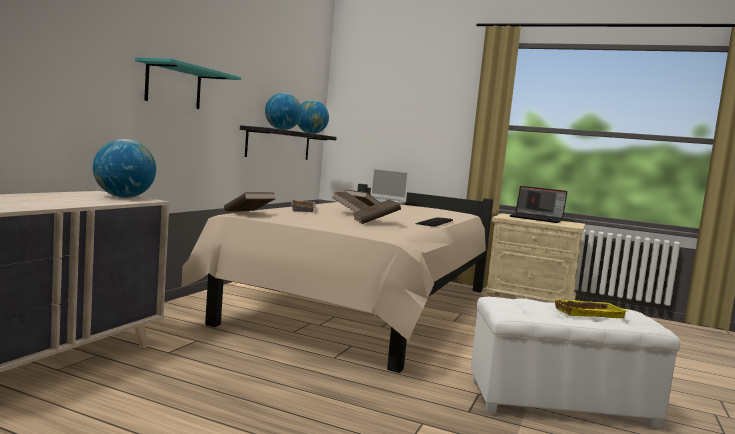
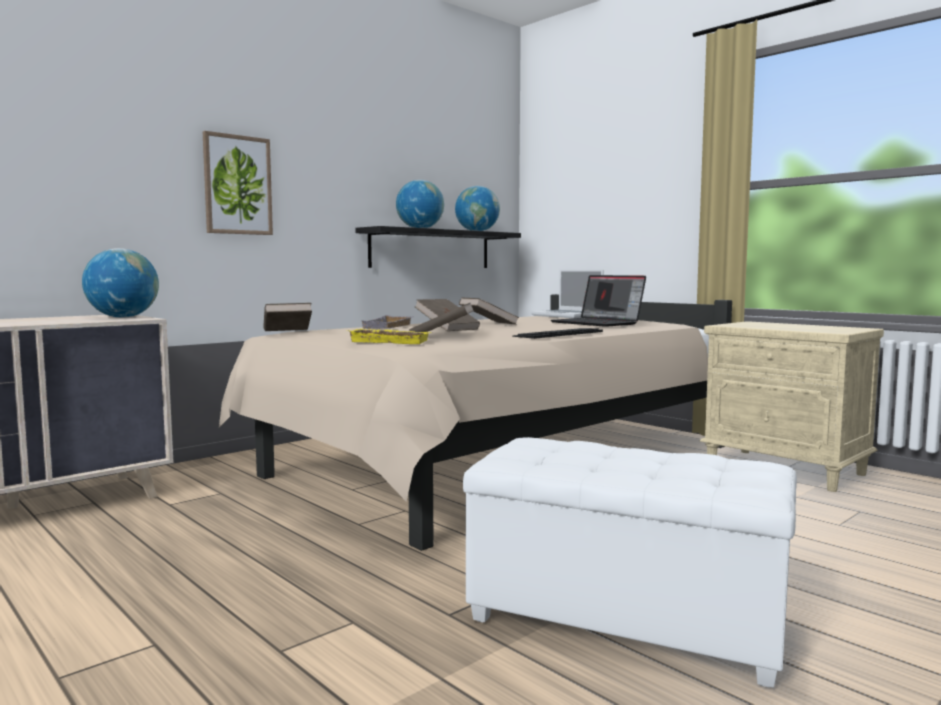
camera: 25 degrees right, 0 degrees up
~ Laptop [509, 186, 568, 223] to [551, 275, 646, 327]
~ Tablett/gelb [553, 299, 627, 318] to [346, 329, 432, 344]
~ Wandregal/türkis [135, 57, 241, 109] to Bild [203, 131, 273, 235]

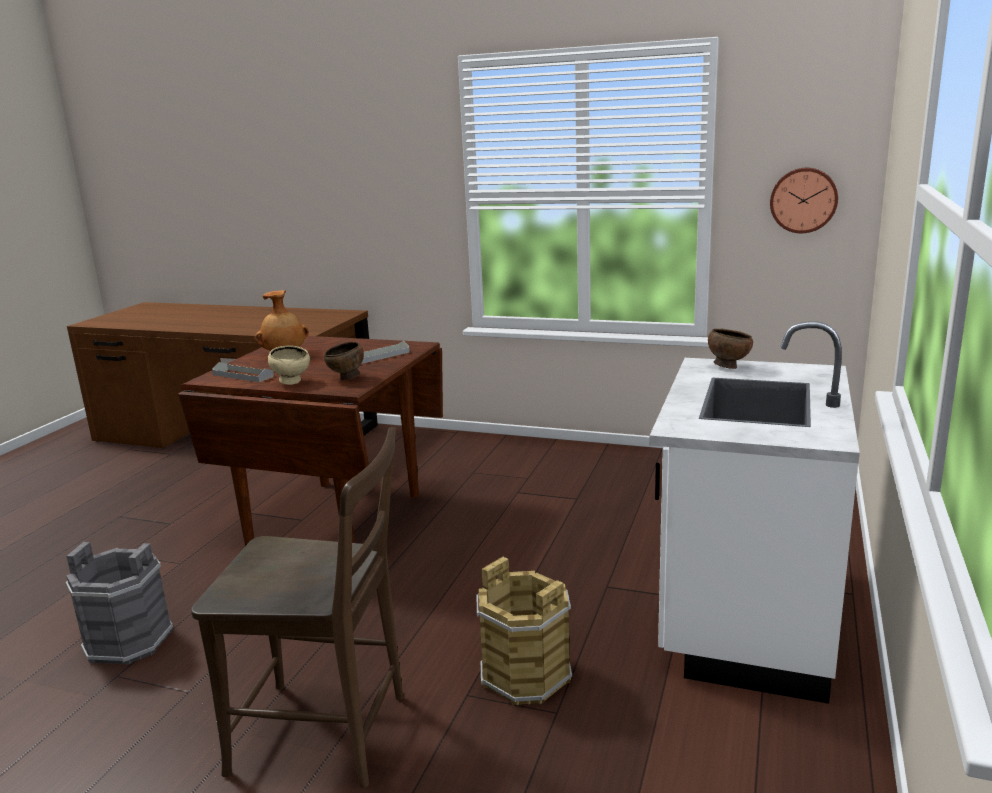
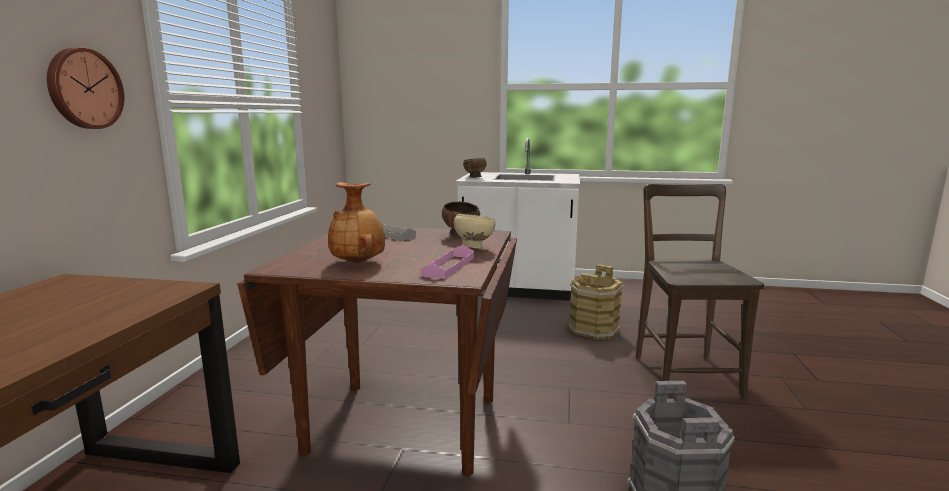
camera: 100 degrees left, 5 degrees down
~ Wanduhr [770, 168, 838, 233] to [47, 47, 124, 129]
~ Tablett/grau [212, 362, 274, 382] to Tablett/rosa [421, 245, 474, 279]

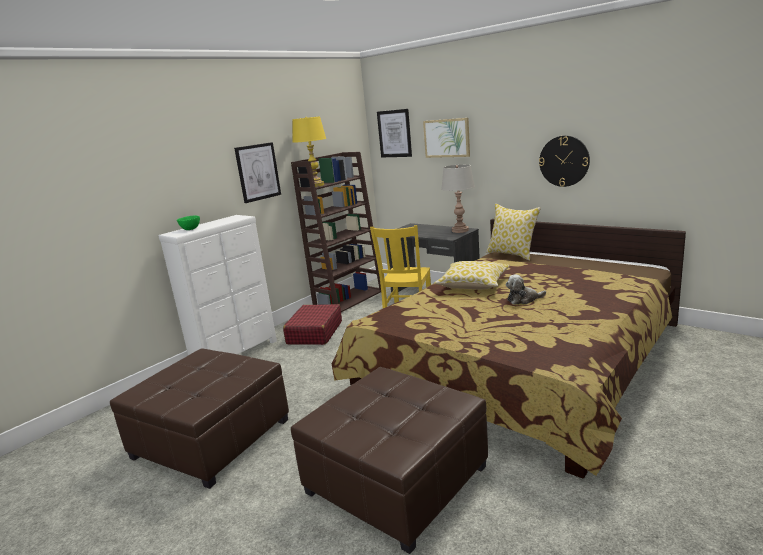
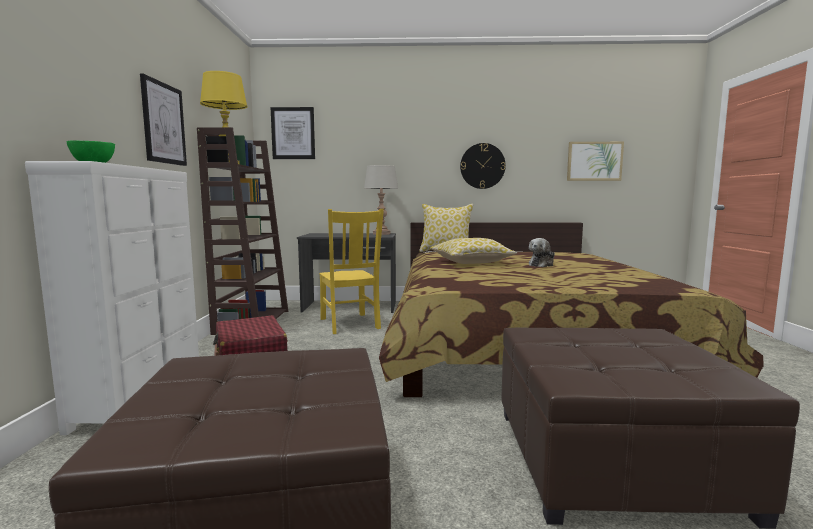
camera: 40 degrees left, 10 degrees down
~ Bild [423, 118, 470, 158] to [567, 142, 624, 181]

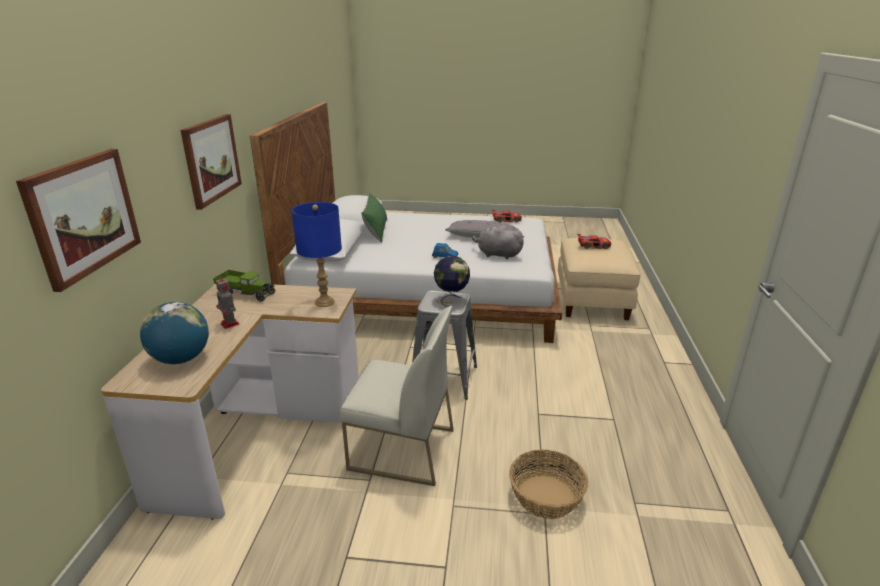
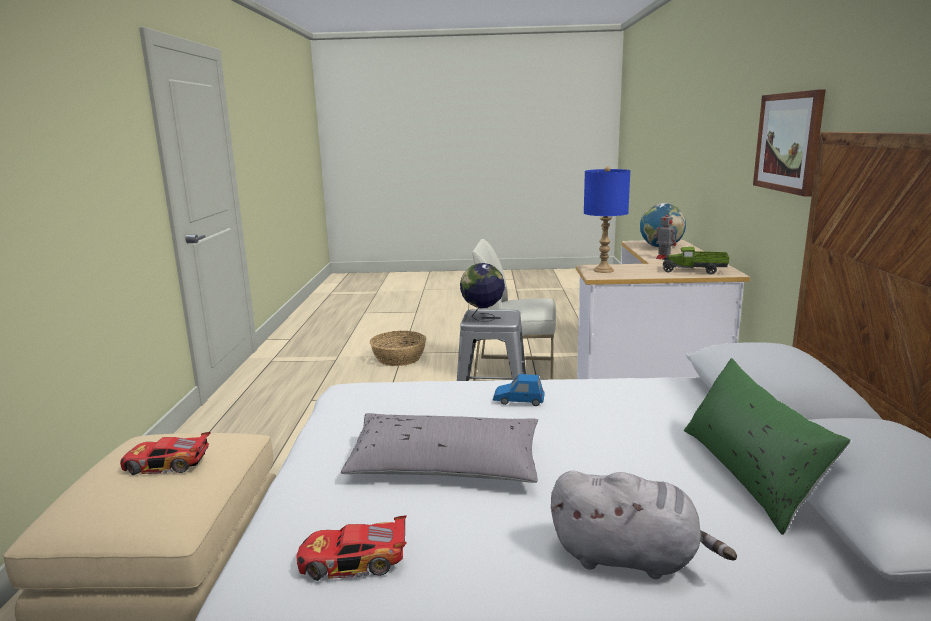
camera: 175 degrees right, 10 degrees down
- Bild [16, 149, 141, 292]
~ Plüschtier/grau [472, 225, 524, 259] to [551, 471, 737, 579]

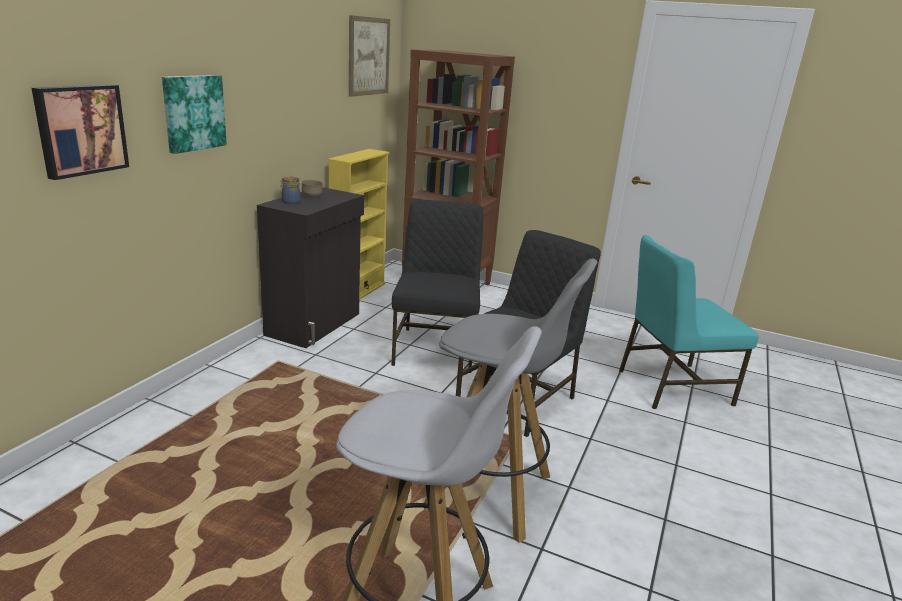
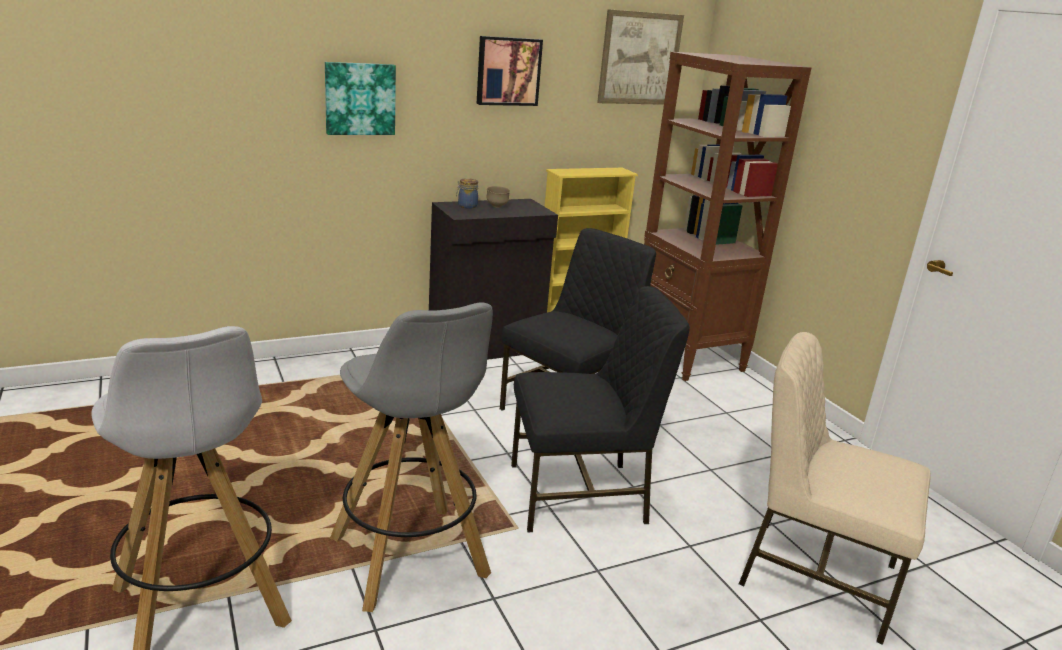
camera: 40 degrees right, 0 degrees up
~ Bild [32, 84, 129, 180] to [477, 36, 543, 106]
~ Stuhl/türkis [619, 235, 759, 409] to Stuhl/beige [739, 332, 930, 645]

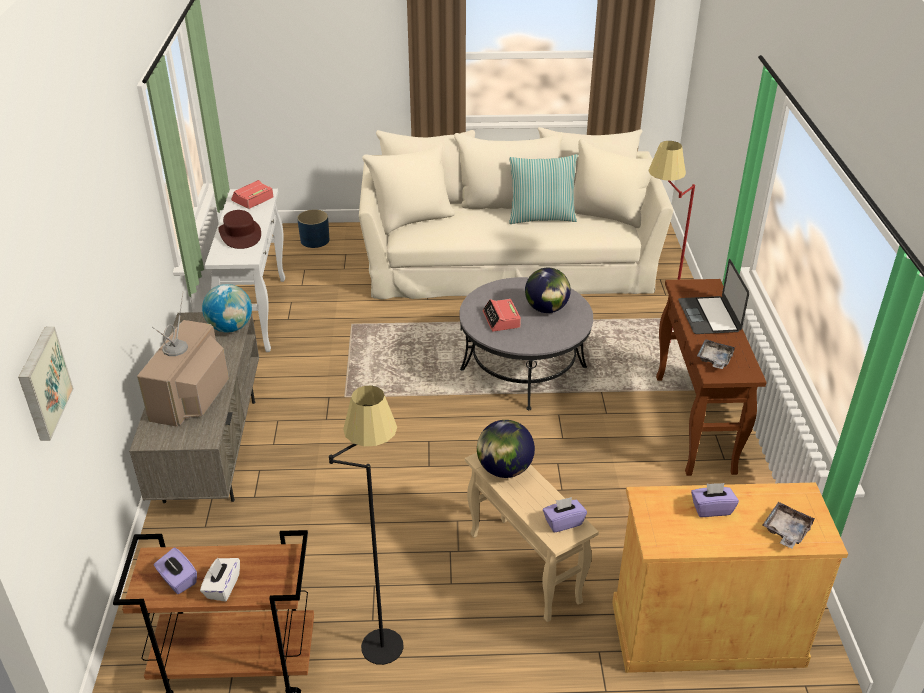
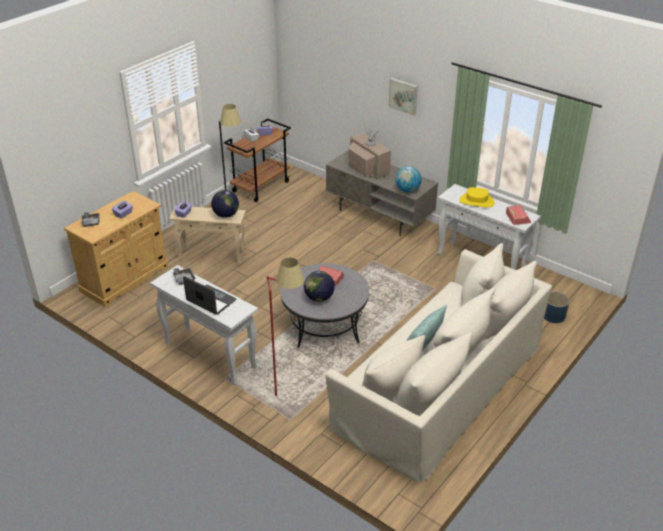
camera: 130 degrees right, 0 degrees up
~ Bild [18, 327, 74, 441] to [388, 78, 418, 116]
~ Hut/braun [218, 210, 261, 249] to Hut/gelb [459, 187, 495, 208]
~ Konsolentisch/braun [656, 279, 767, 476] to Konsolentisch/weiß [150, 265, 258, 385]

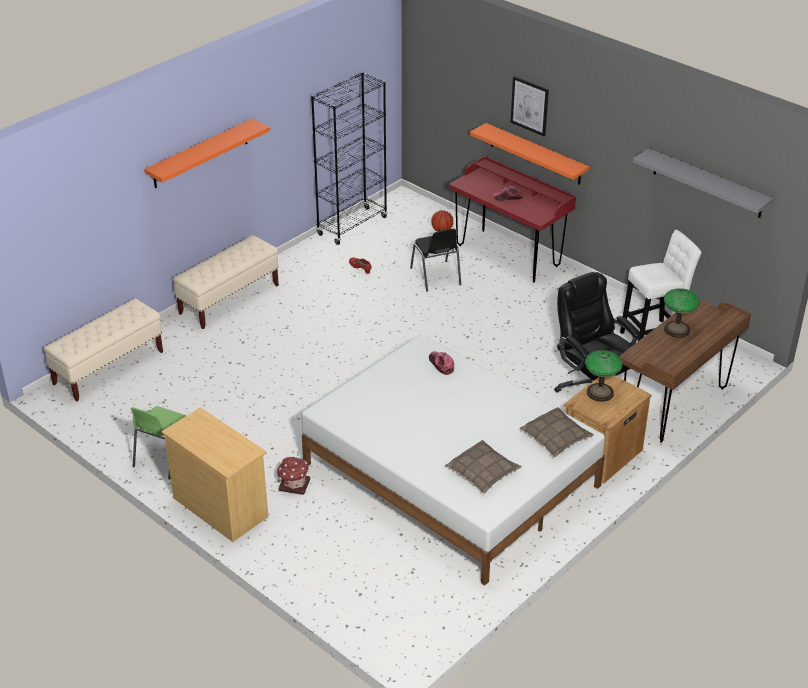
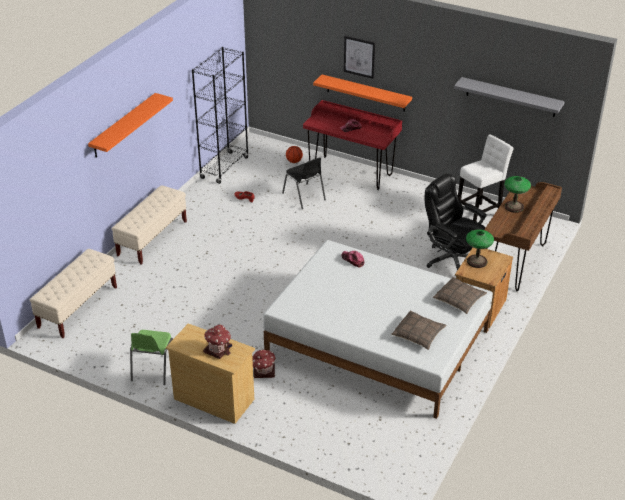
camera: 15 degrees left, 0 degrees up
+ Spielzeughaus [203, 325, 232, 359]

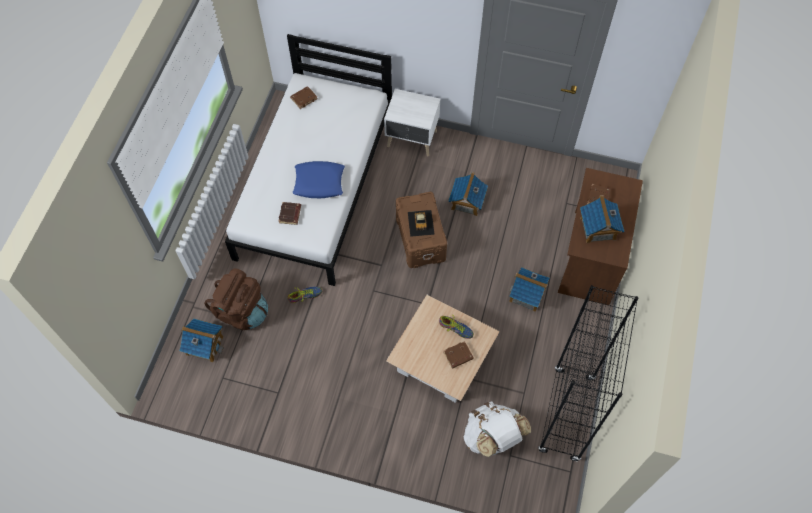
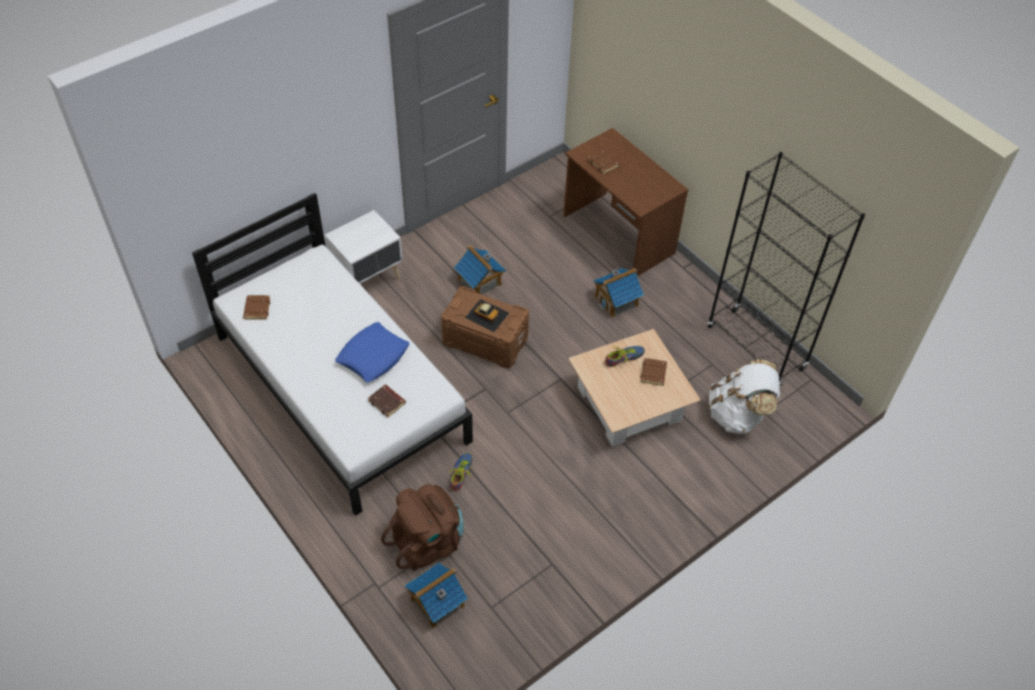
camera: 55 degrees left, 10 degrees down
- Spielzeughaus [580, 195, 625, 243]

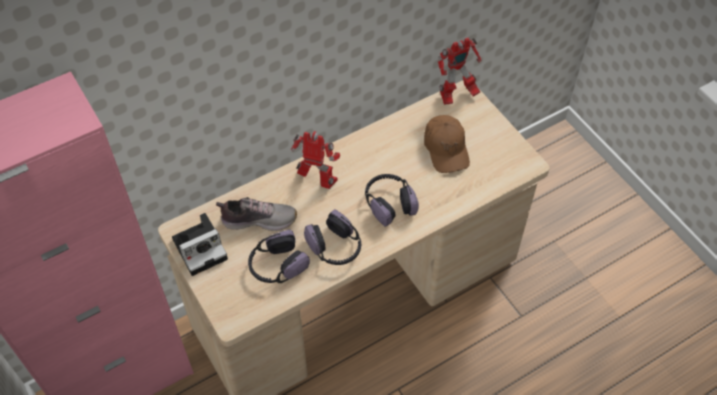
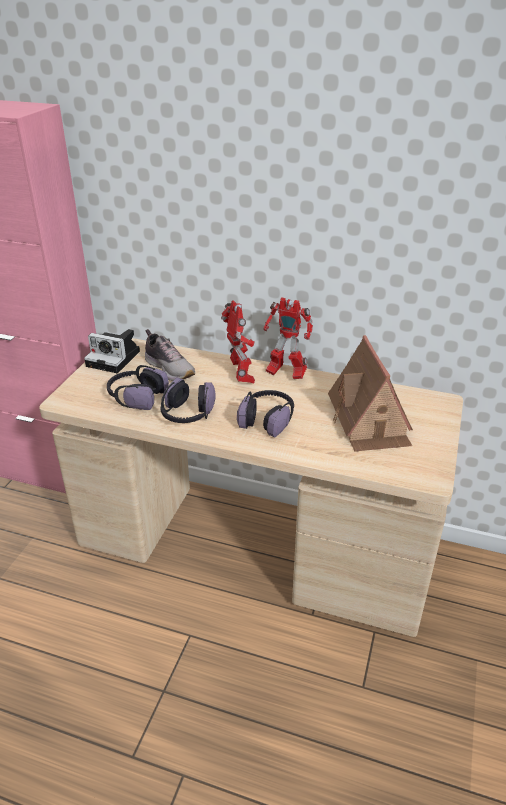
camera: 50 degrees right, 20 degrees down
~ Spielzeugroboter [438, 37, 482, 105] to [263, 297, 313, 379]
~ Kappe/braun [424, 115, 470, 173] to Spielzeughaus [328, 335, 413, 452]

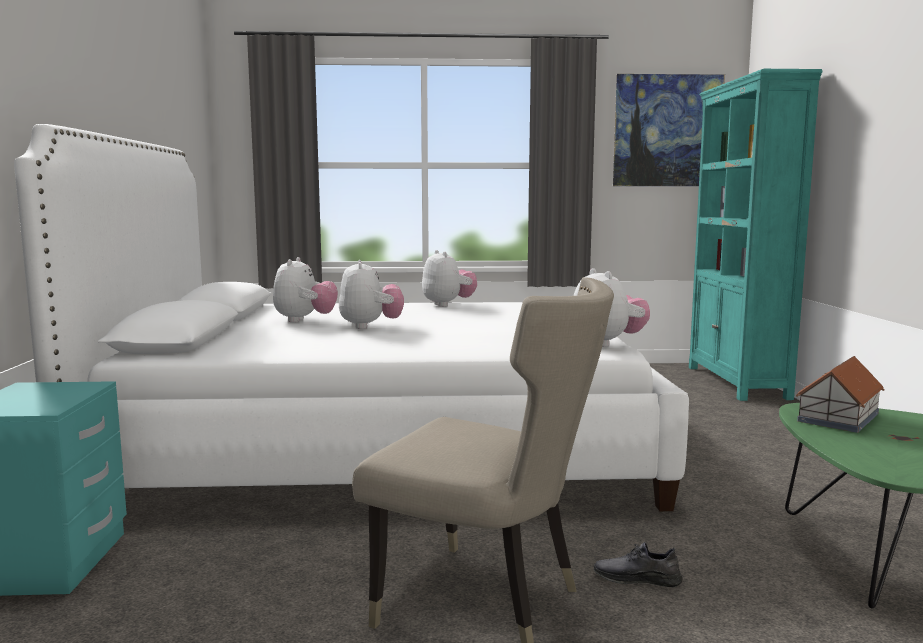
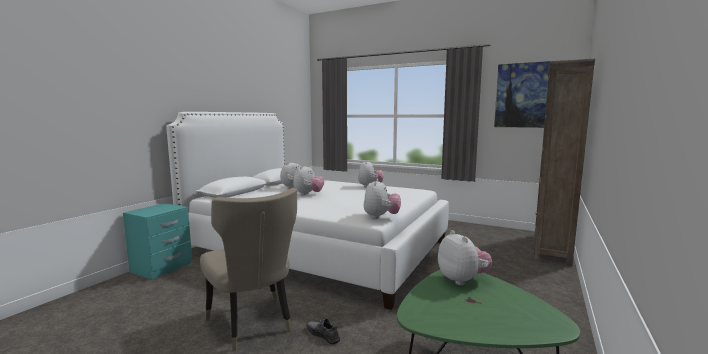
camera: 30 degrees right, 0 degrees up
~ Spielzeughaus [796, 356, 884, 433] to Plüschtier [438, 230, 492, 285]
~ Bücherregal/türkis [689, 69, 823, 401] to Bücherregal/braun [534, 59, 595, 266]

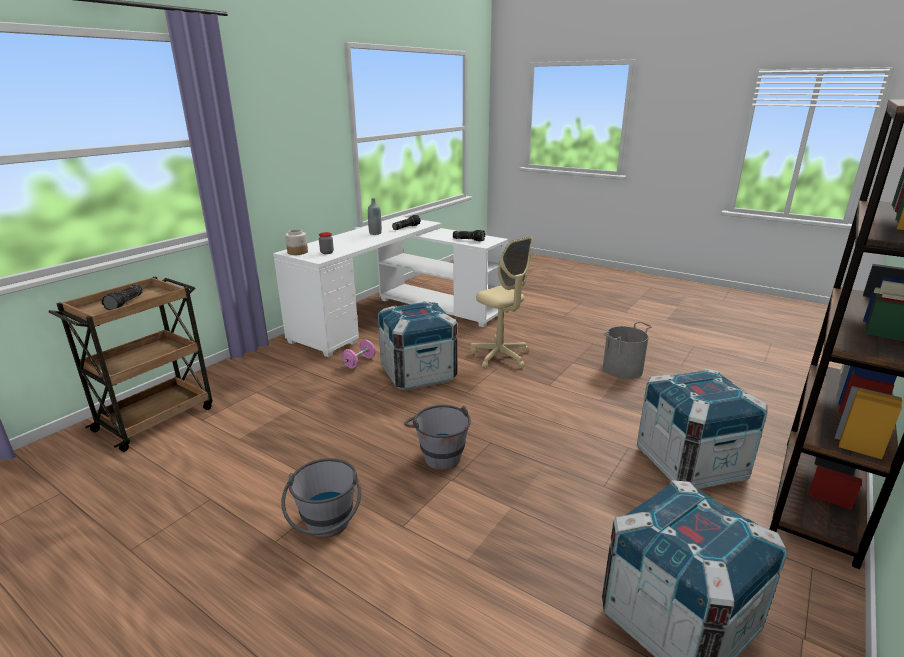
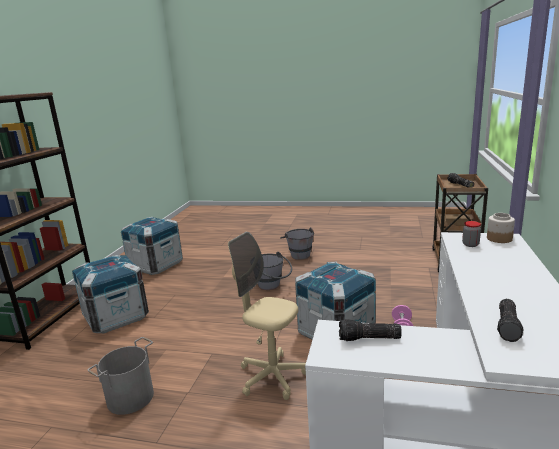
camera: 160 degrees right, 5 degrees down
- Flasche/grau [368, 198, 382, 235]

